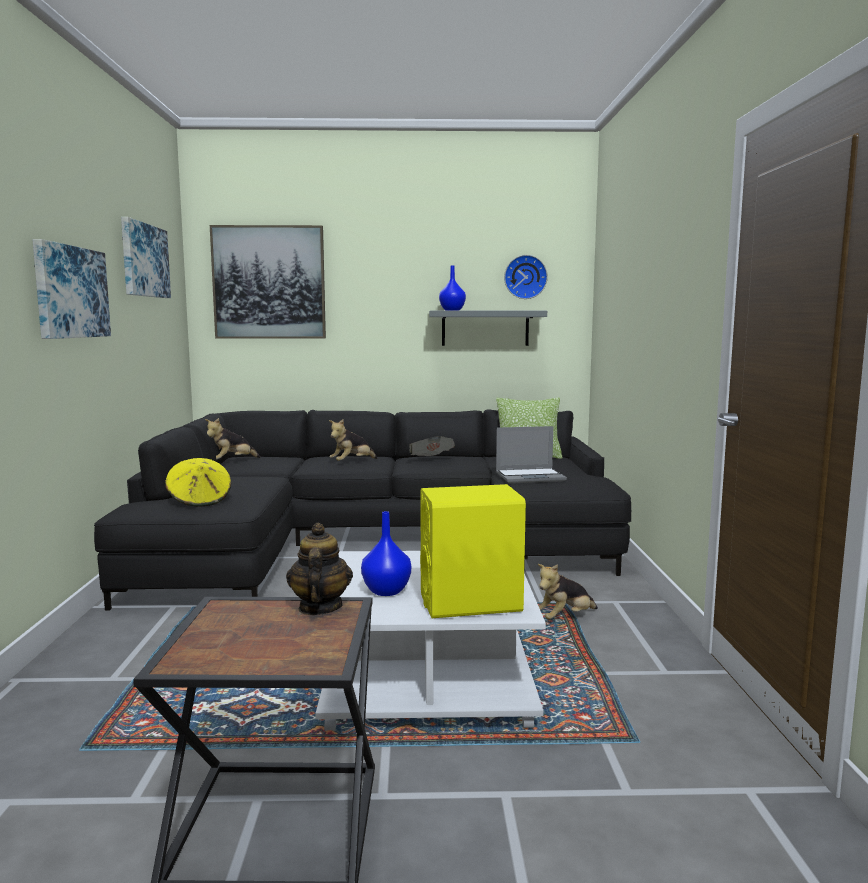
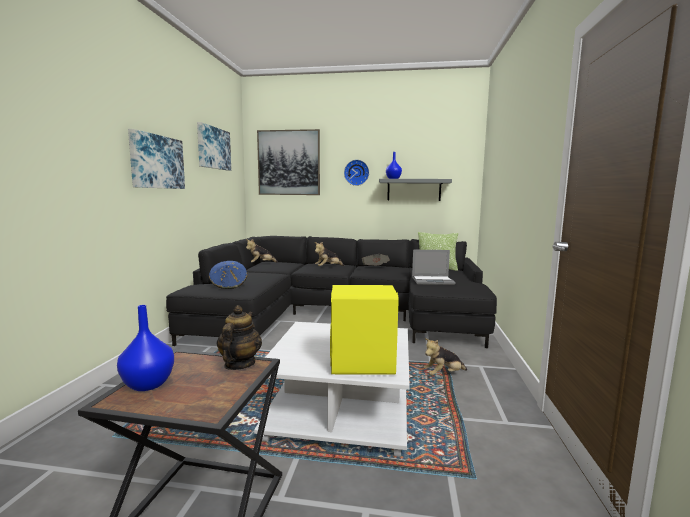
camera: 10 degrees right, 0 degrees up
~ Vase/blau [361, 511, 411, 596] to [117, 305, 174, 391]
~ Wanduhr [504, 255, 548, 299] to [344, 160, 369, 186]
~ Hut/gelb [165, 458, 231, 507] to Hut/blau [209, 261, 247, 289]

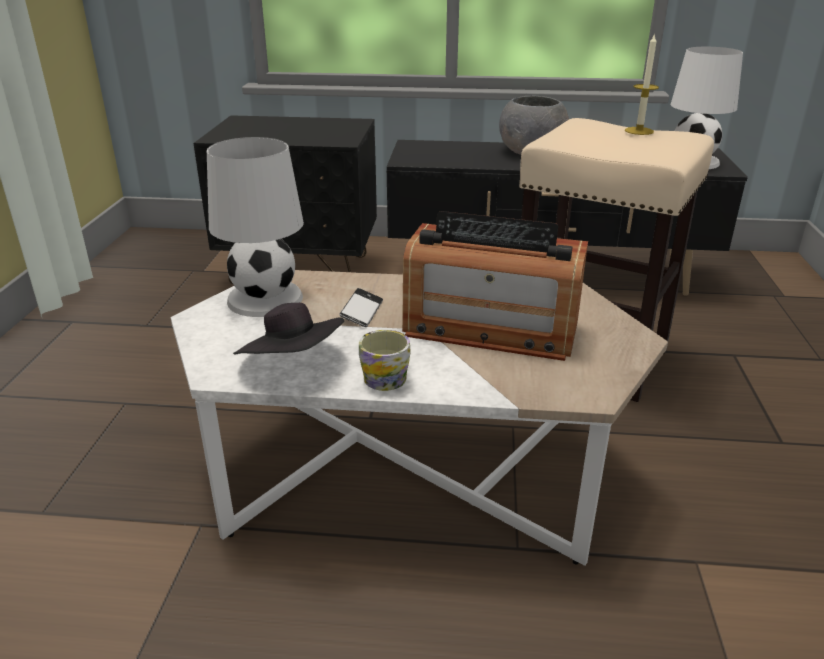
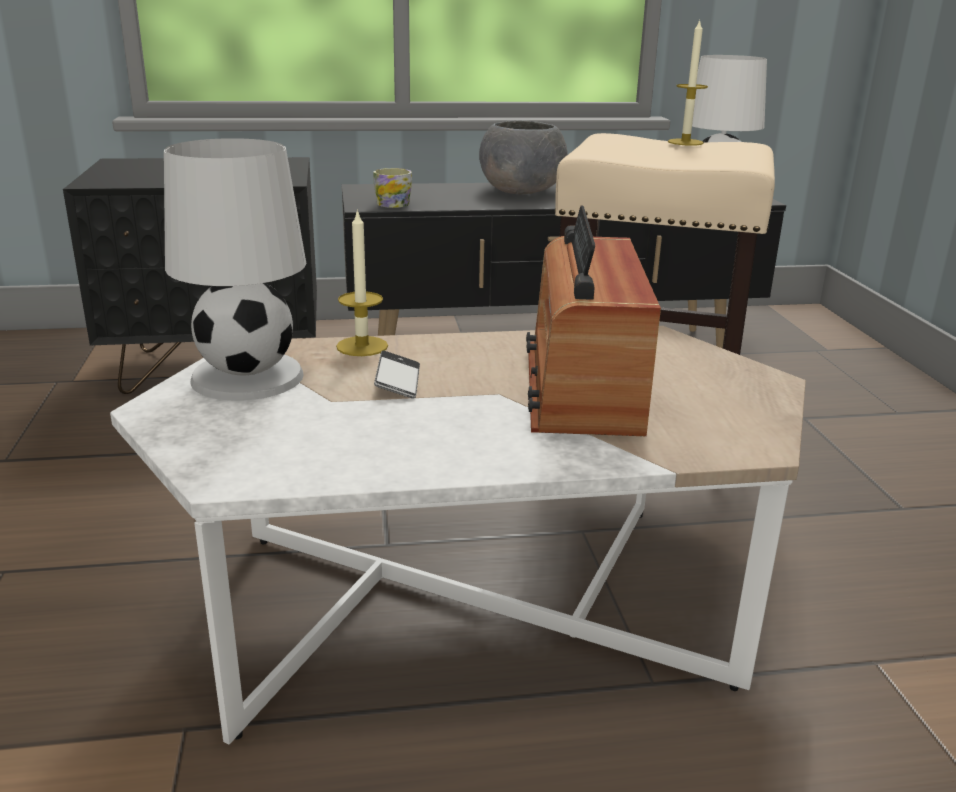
camera: 15 degrees left, 5 degrees down
- Hut/schwarz [233, 303, 344, 355]
+ Kerze [336, 209, 388, 356]
~ Henkelbecher [359, 330, 411, 391] to [373, 168, 412, 208]
~ Radio [402, 211, 588, 361] = [526, 205, 661, 436] 90 degrees clockwise

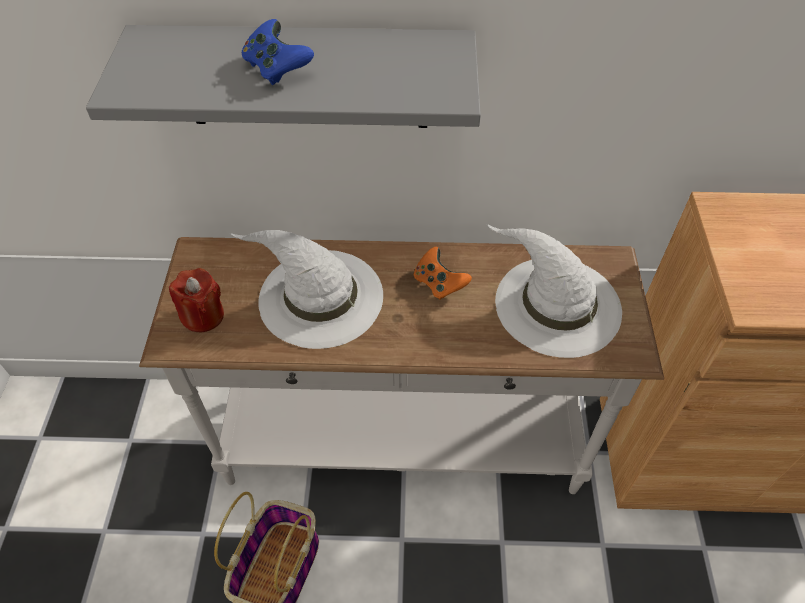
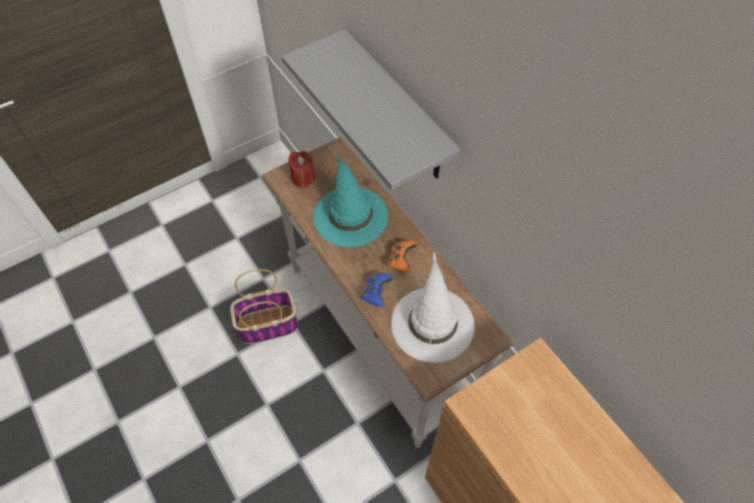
camera: 55 degrees right, 5 degrees up
~ Gamepad/blau [242, 19, 314, 85] to [361, 274, 393, 307]
~ Hut/weiß [230, 230, 383, 349] to Hut/türkis [313, 152, 388, 247]

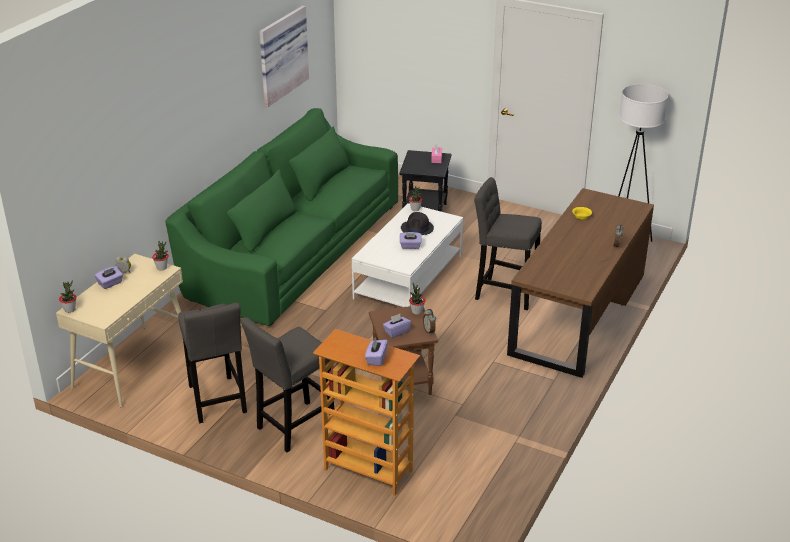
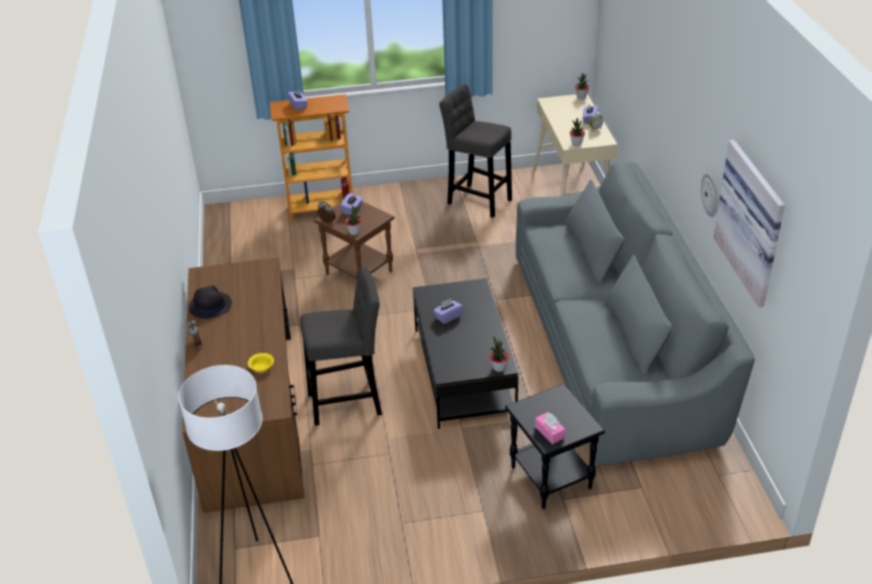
camera: 145 degrees right, 5 degrees up
- Hocker/grau [241, 317, 334, 452]
+ Wanduhr [701, 173, 719, 217]
~ Hut/schwarz [401, 212, 434, 235] to [189, 285, 232, 319]
~ Sofa/grün [166, 108, 398, 326] to Sofa/grau [516, 162, 755, 466]
~ Couchtisch/weiß [352, 203, 463, 307] to Couchtisch/schwarz [413, 278, 518, 429]

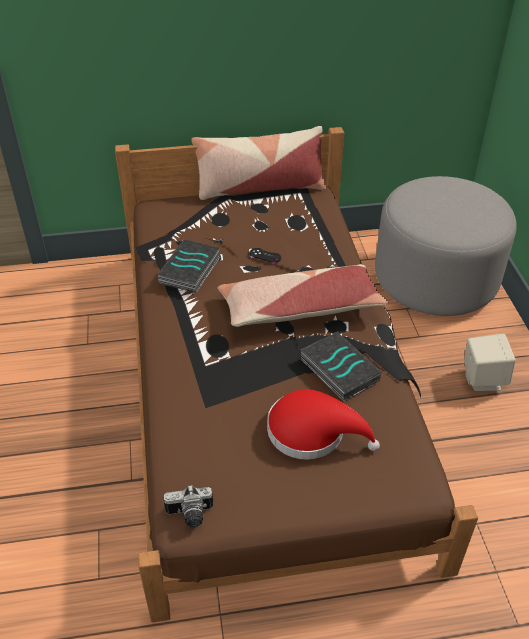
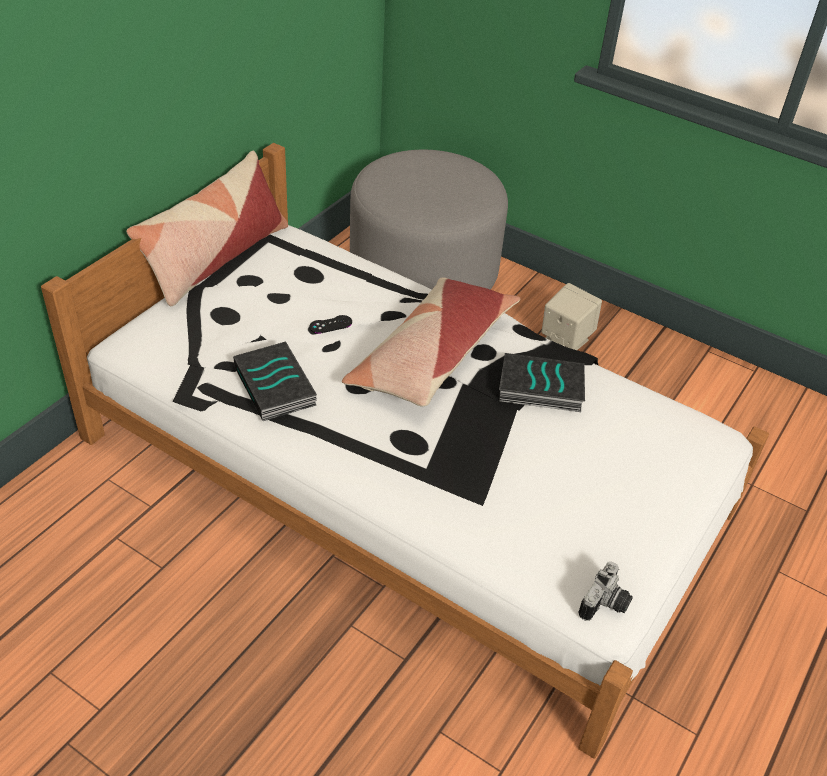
camera: 50 degrees left, 0 degrees up
- Hut/rot [267, 389, 380, 460]
~ Bett/braun [115, 127, 478, 623] to Bett/weiß [41, 143, 769, 759]

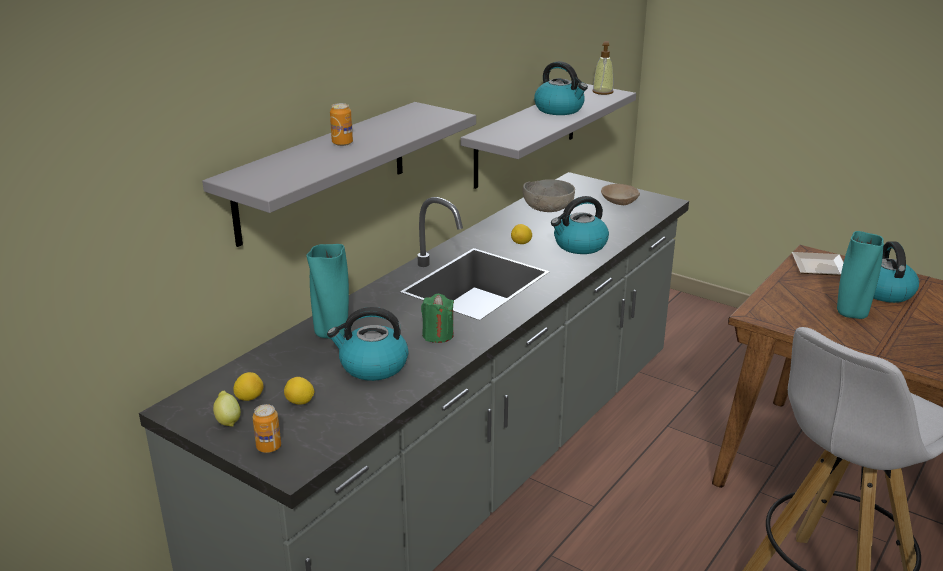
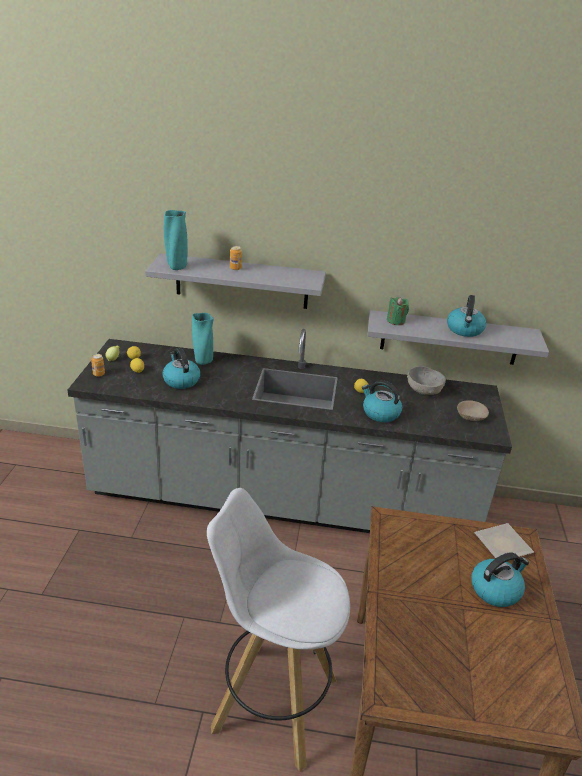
camera: 60 degrees right, 5 degrees up
- Seifenspender [592, 41, 614, 95]
~ Kerze/grün [421, 294, 454, 343] to [387, 297, 409, 325]
~ Vase/türkis [837, 231, 884, 319] to [164, 210, 188, 270]

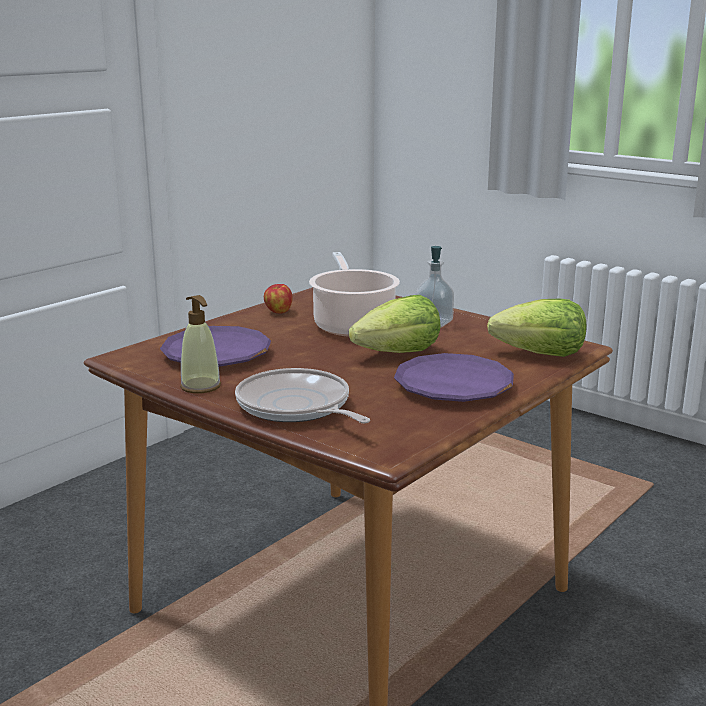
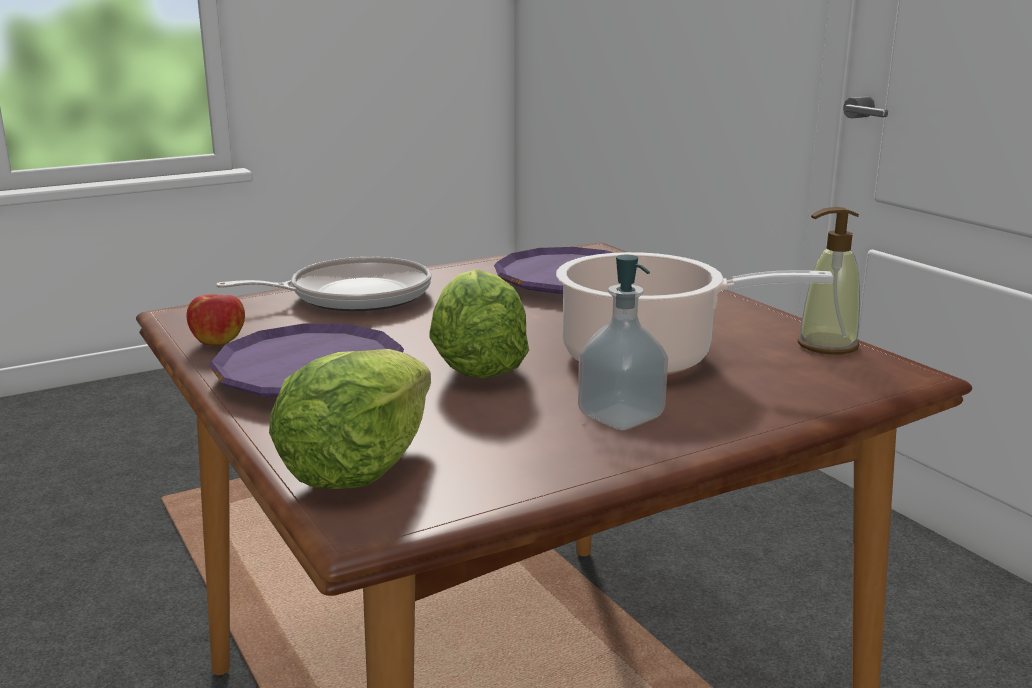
camera: 110 degrees right, 0 degrees up
~ Seifenspender [180, 295, 221, 393] to [797, 207, 860, 355]
~ Apfel [264, 284, 293, 314] to [187, 294, 245, 345]

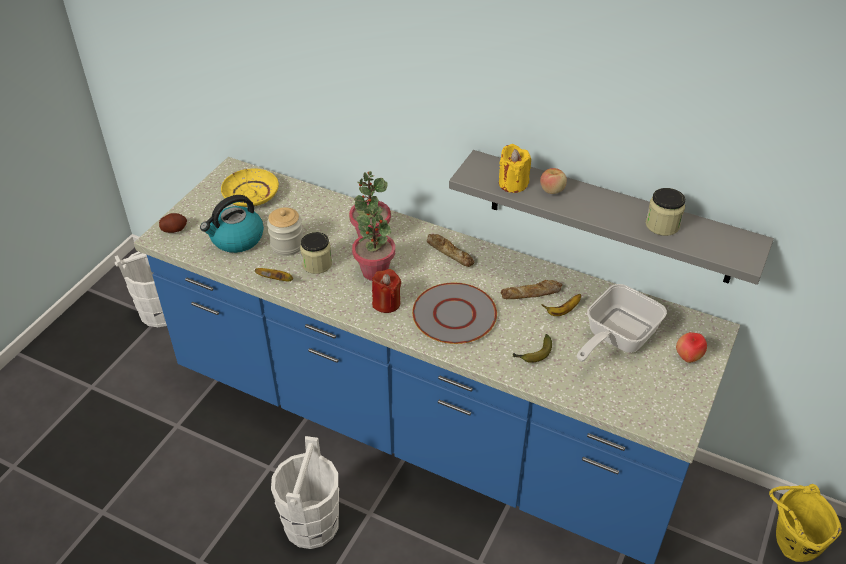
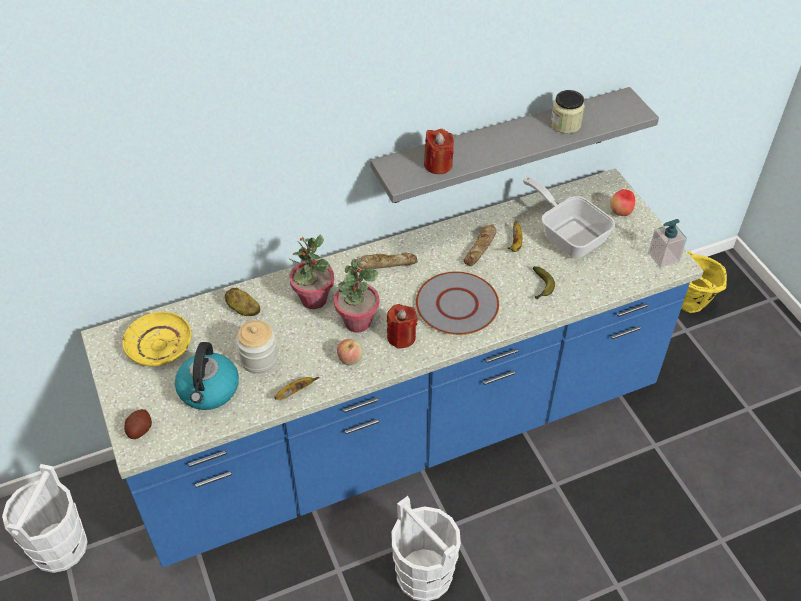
camera: 50 degrees left, 5 degrees up
- Vorratsglas [300, 232, 332, 274]
+ Kartoffel [225, 288, 260, 316]
+ Seifenspender [648, 219, 687, 268]
~ Apfel [540, 168, 567, 194] to [337, 339, 363, 365]
~ Kerze/gelb [499, 144, 531, 193] to Kerze/rot [424, 129, 454, 174]
~ Pfanne [577, 284, 667, 362] = [523, 177, 615, 258] 150 degrees clockwise

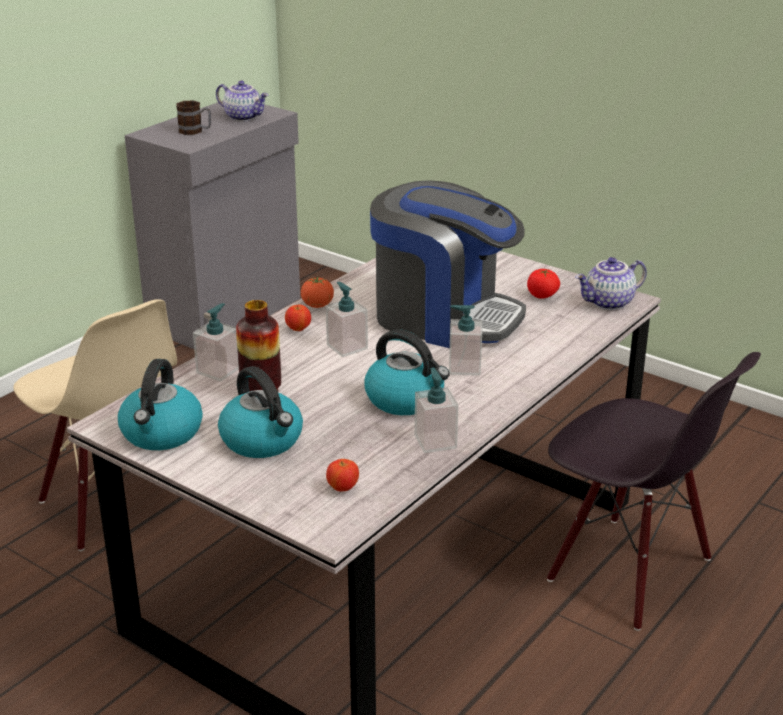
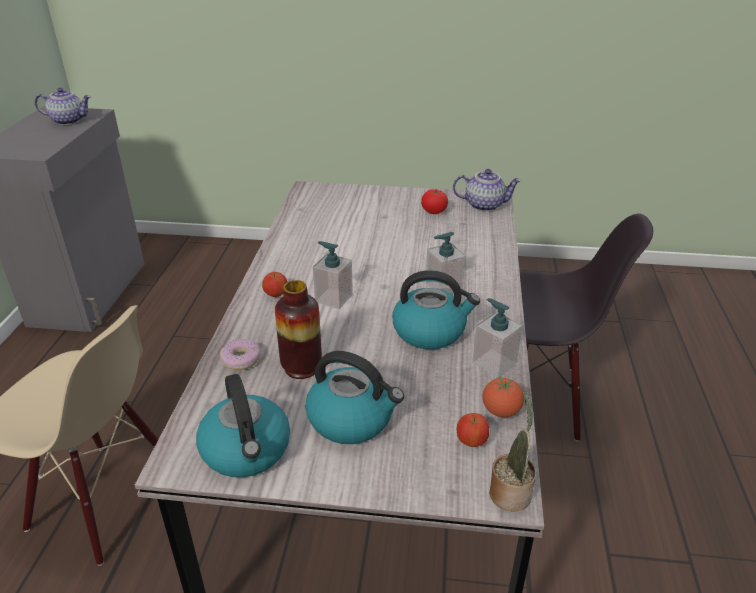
camera: 30 degrees left, 5 degrees up
- Henkelbecher [176, 101, 211, 135]
- Kaffeemaschine [370, 180, 526, 348]
+ Topfpflanze [489, 391, 536, 512]
~ Tomate [301, 277, 334, 308] to [482, 378, 524, 417]
~ Seifenspender [193, 303, 239, 381] to Donut [220, 339, 261, 370]
~ Teekanne [575, 257, 647, 310] = [453, 169, 521, 211] 120 degrees counterclockwise

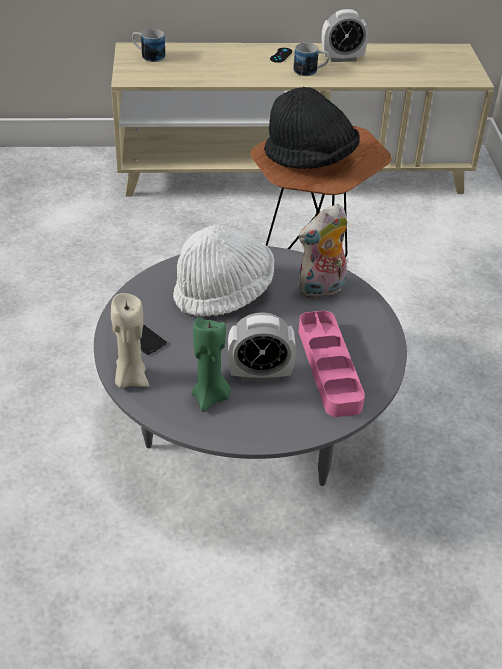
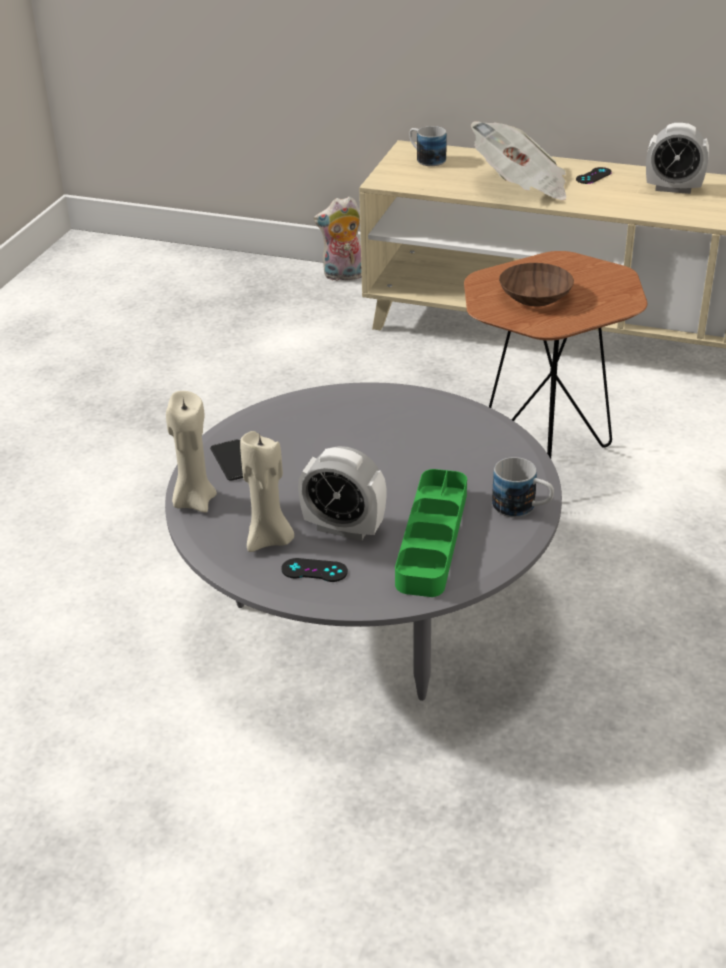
camera: 25 degrees right, 5 degrees down
- Hut/weiß [173, 225, 274, 316]
+ Gamepad/schwarz [281, 558, 348, 582]
+ Zeitung [471, 121, 566, 200]
~ Henkelbecher [293, 43, 330, 76] to [492, 457, 554, 517]
~ Plüschtier [298, 204, 347, 299] to [314, 196, 362, 282]
~ Hut/schwarz [264, 87, 359, 169] to Schüssel/braun [499, 263, 574, 306]
~ Kerze/grün [191, 317, 231, 412] to Kerze/beige [240, 431, 294, 552]
~ Tablett/rosa [299, 311, 365, 417] to Tablett/grün [395, 469, 467, 597]

